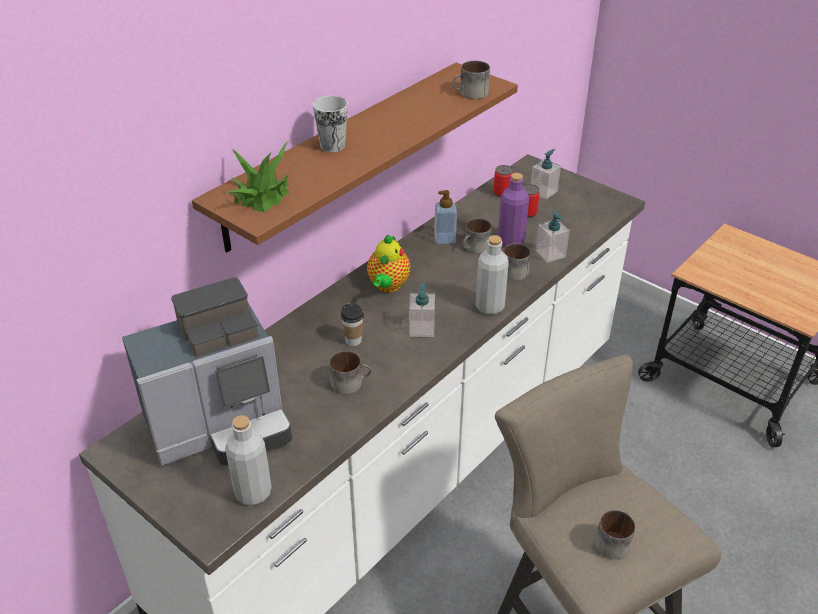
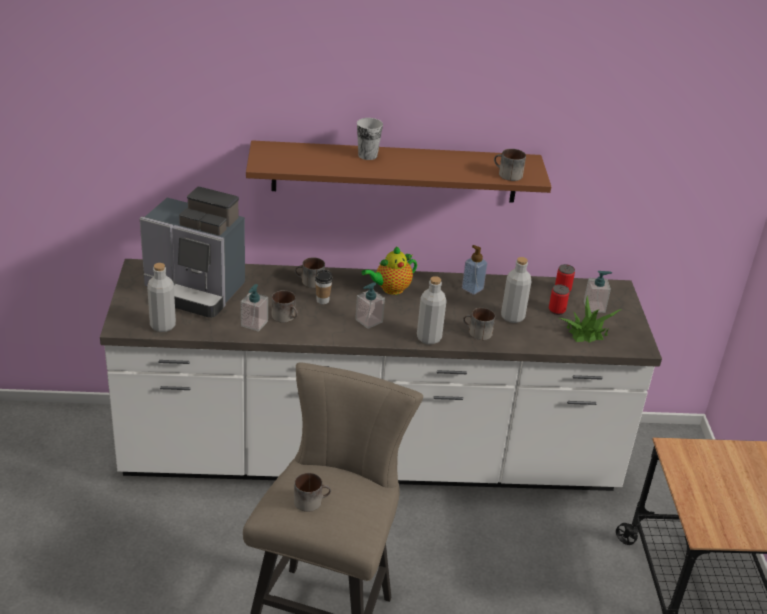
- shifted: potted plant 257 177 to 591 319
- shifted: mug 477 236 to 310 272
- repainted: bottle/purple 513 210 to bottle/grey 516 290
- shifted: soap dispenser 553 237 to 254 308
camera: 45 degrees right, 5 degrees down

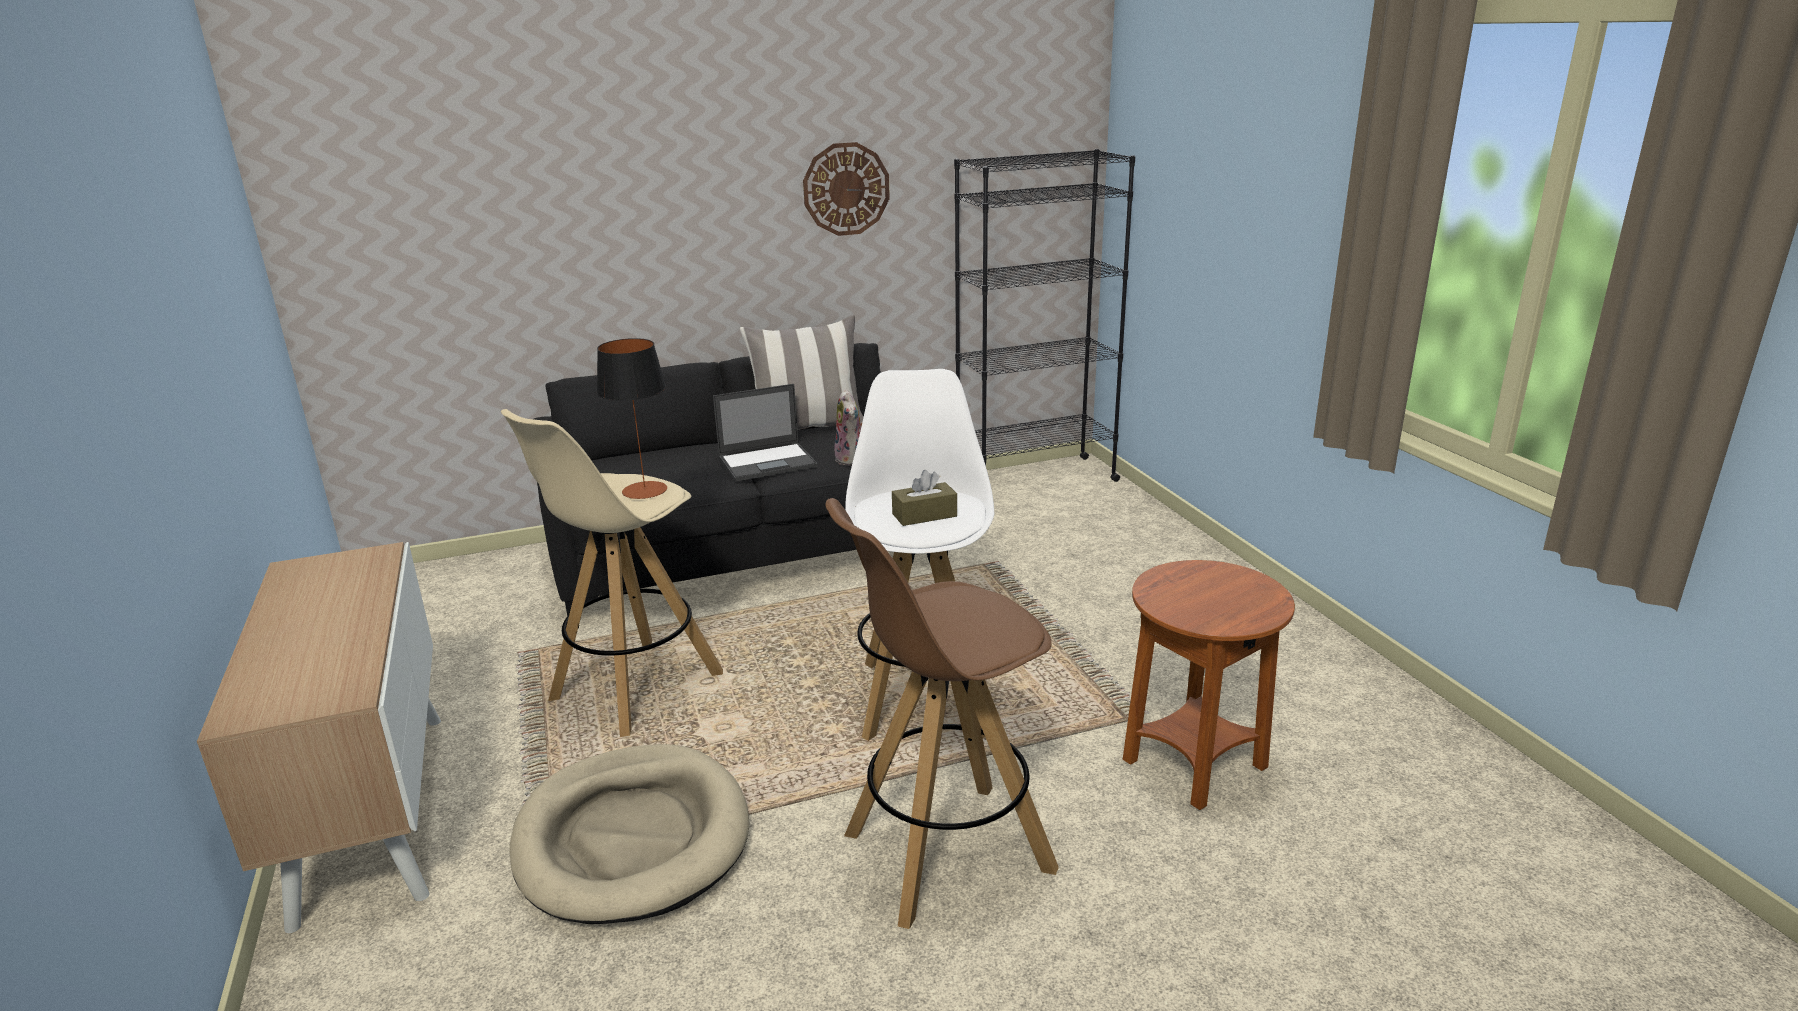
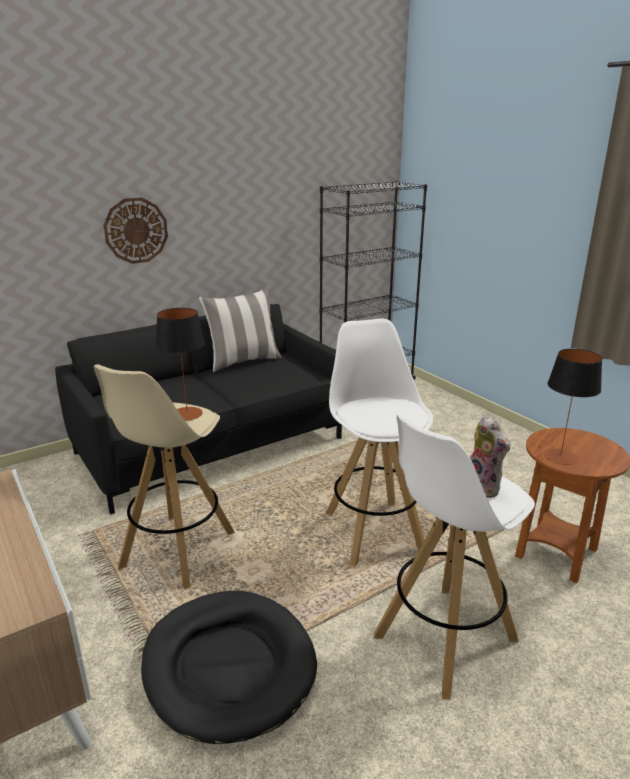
- repainted: dog bed/beige 629 834 to dog bed/black 229 667
- gone: laptop 765 432
- shifted: wall clock 846 189 to 135 230
- repainted: stool/brown 942 713 to stool/white 454 557
- shifted: plush toy 848 427 to 490 456
- gone: tissue box/brown 924 498
- new: table lamp 573 407
camera: 15 degrees left, 0 degrees up

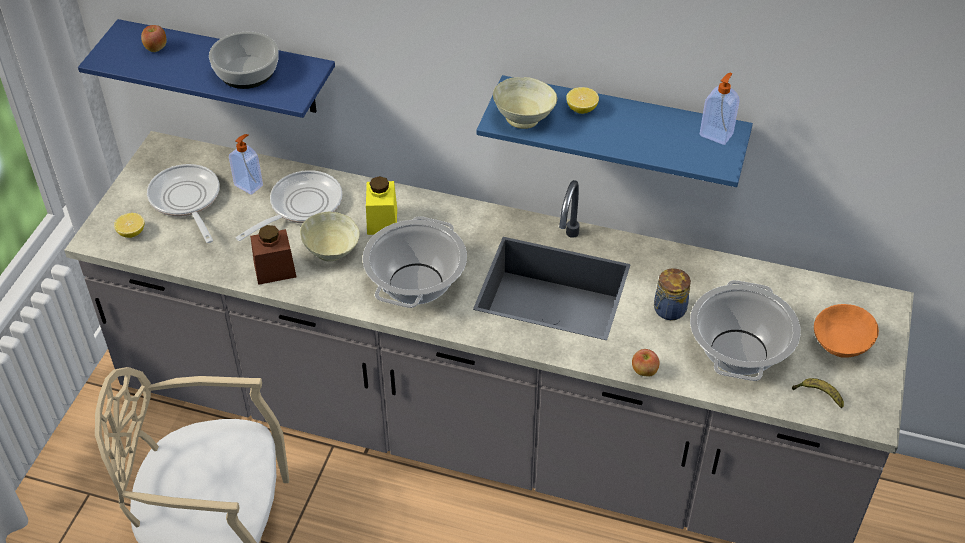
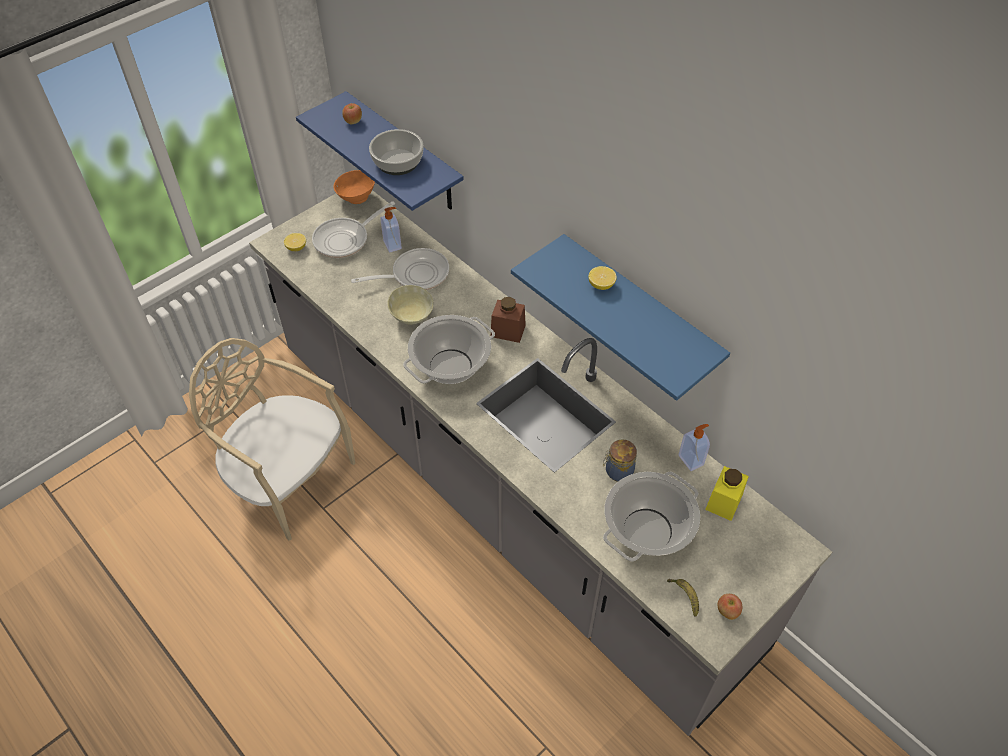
- rotated: frying pan 183 203 = 353 229 135 degrees counterclockwise
- shifted: jar/brown 273 255 to 508 320
- shifted: jar/yellow 381 205 to 727 493
- gone: bowl/beige 525 103
- shifted: apple 646 363 to 730 607
- shifted: soap dispenser 720 109 to 694 447
- shifted: bowl/orange 846 331 to 354 187
camera: 30 degrees right, 5 degrees up

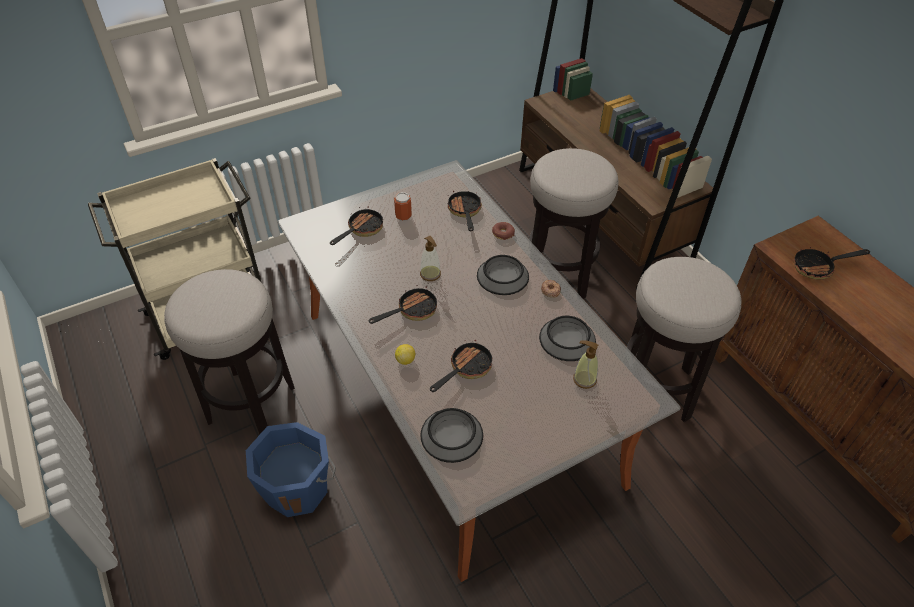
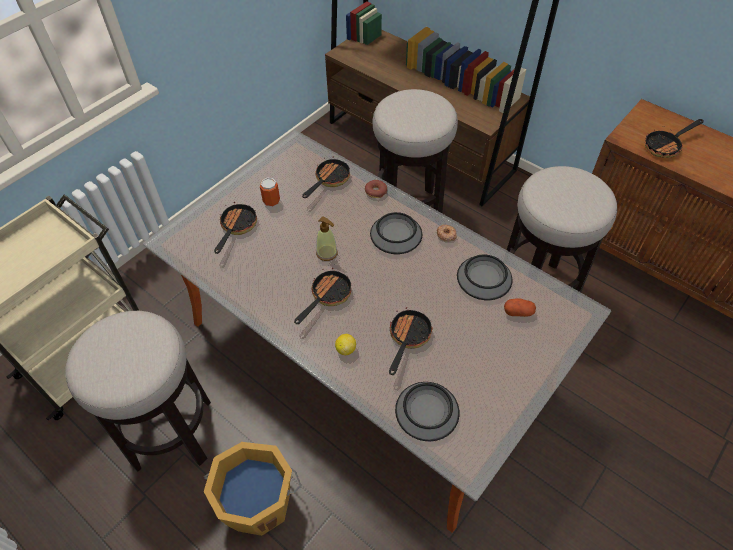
- repainted: bucket/blue 291 469 to bucket/orange 252 489
- rotated: frying pan 465 211 = 326 177 60 degrees clockwise
- swapped: soap dispenser 585 364 to potato 520 307
camera: 20 degrees left, 5 degrees up

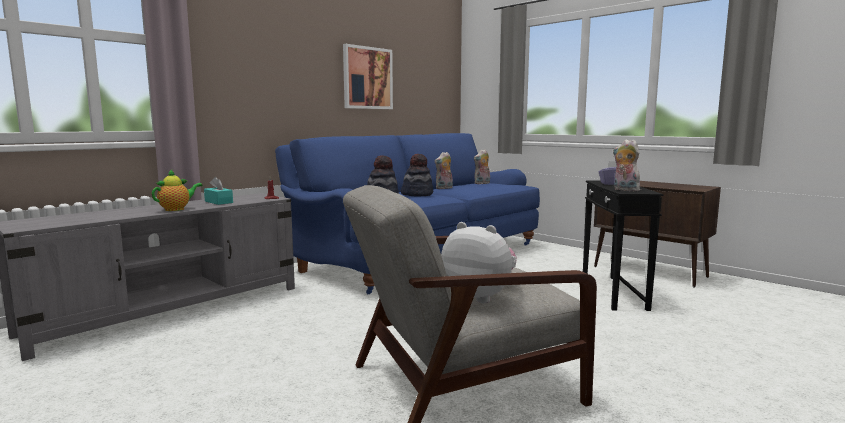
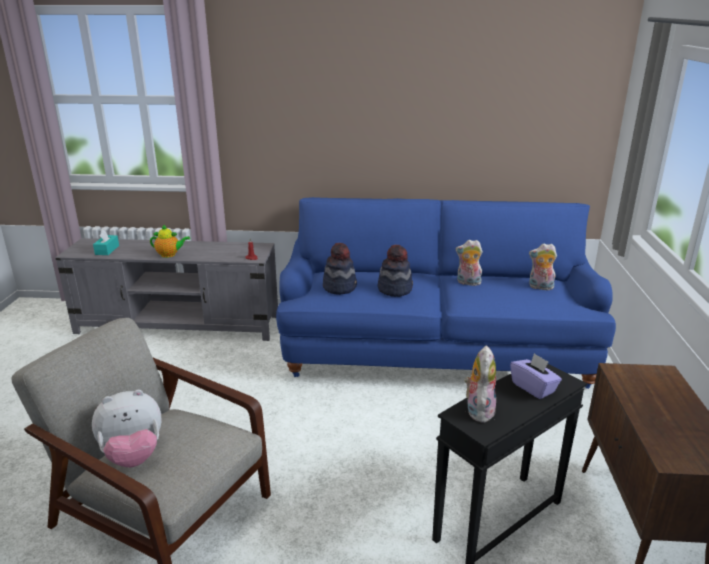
- shifted: tissue box/turquoise 218 191 to 106 242
- gone: picture 368 76
- rotated: plush toy 479 262 = 126 428 75 degrees clockwise
camera: 50 degrees right, 15 degrees up

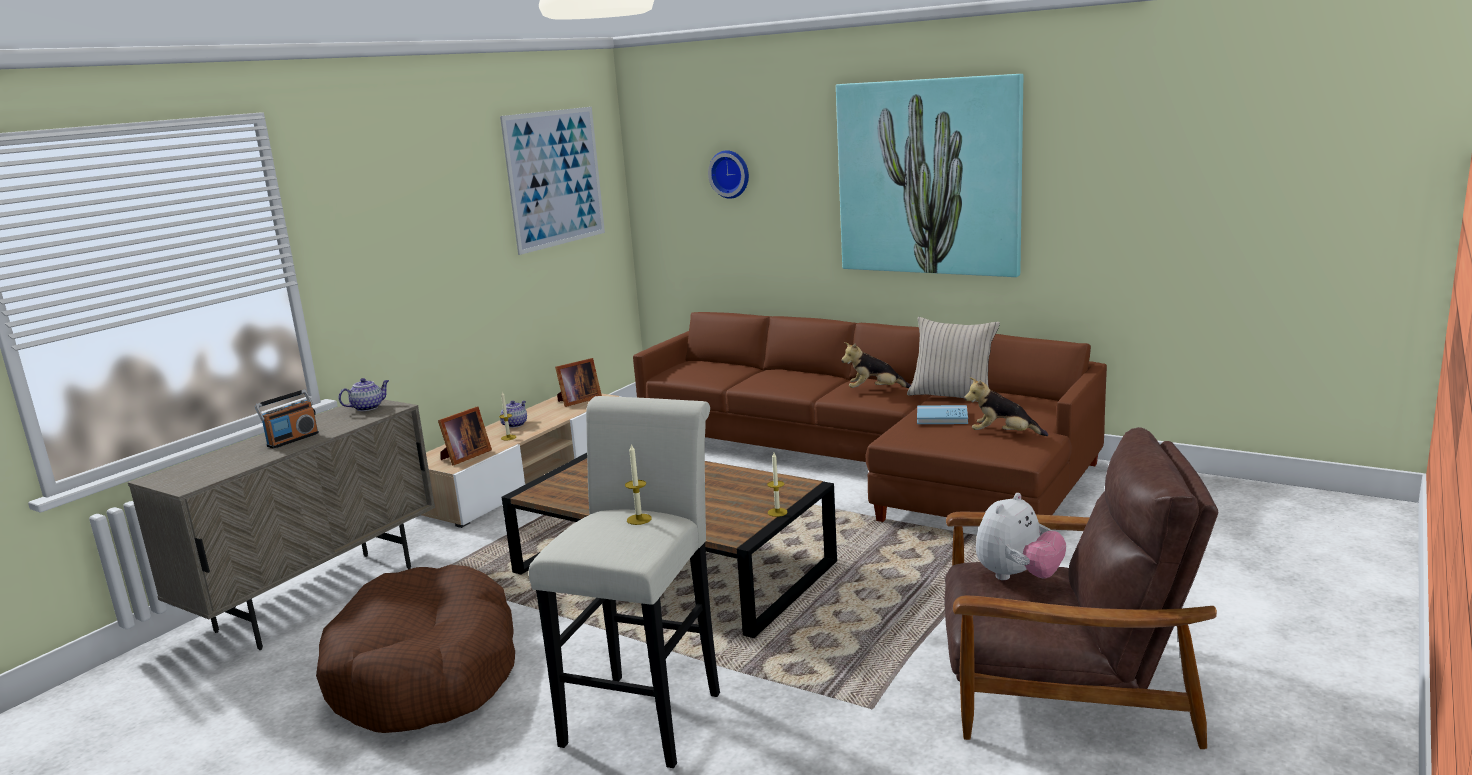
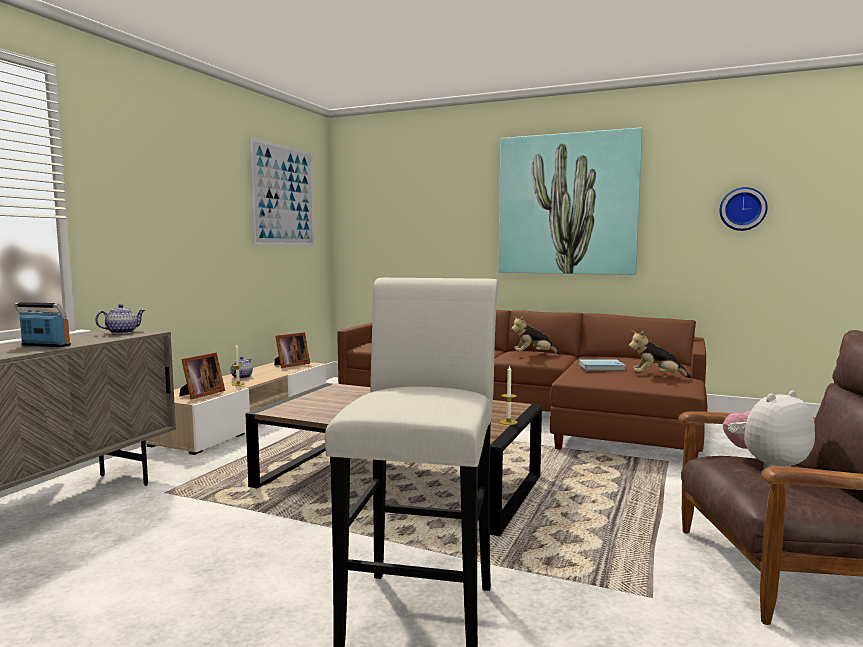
- rotated: radio 287 419 = 42 324 105 degrees counterclockwise
- gone: dog bed/brown 415 649
- gone: candle 638 484
- shifted: wall clock 728 174 to 743 209
- gone: pillow/beige 953 359
- rotated: plush toy 1021 536 = 769 429 150 degrees counterclockwise
camera: 10 degrees left, 10 degrees down

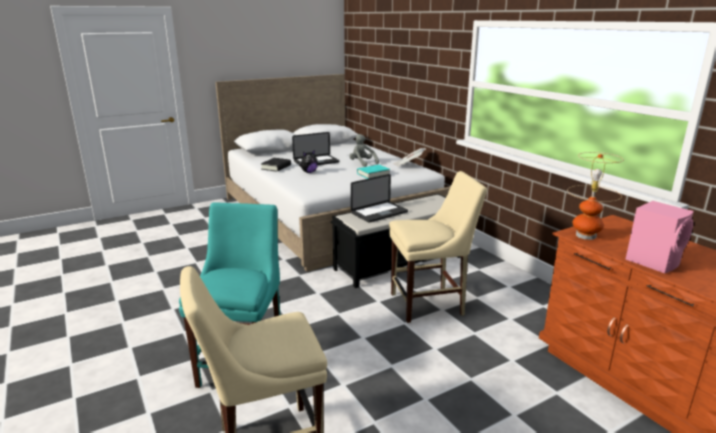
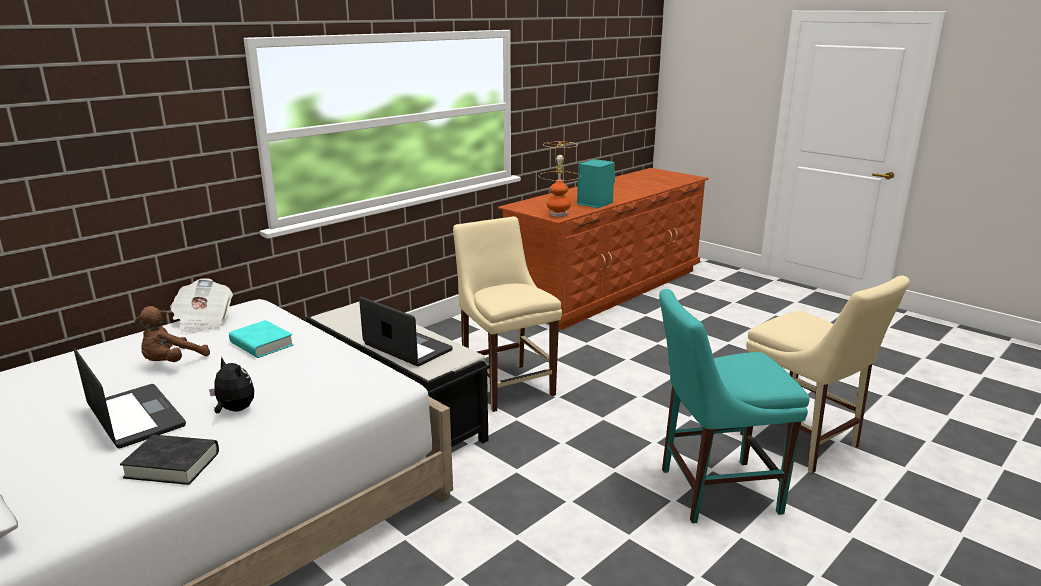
- repainted: plush toy/grey 364 150 to plush toy/brown 172 334
- repainted: speaker/pink 660 237 to speaker/turquoise 596 183
camera: 105 degrees left, 0 degrees up

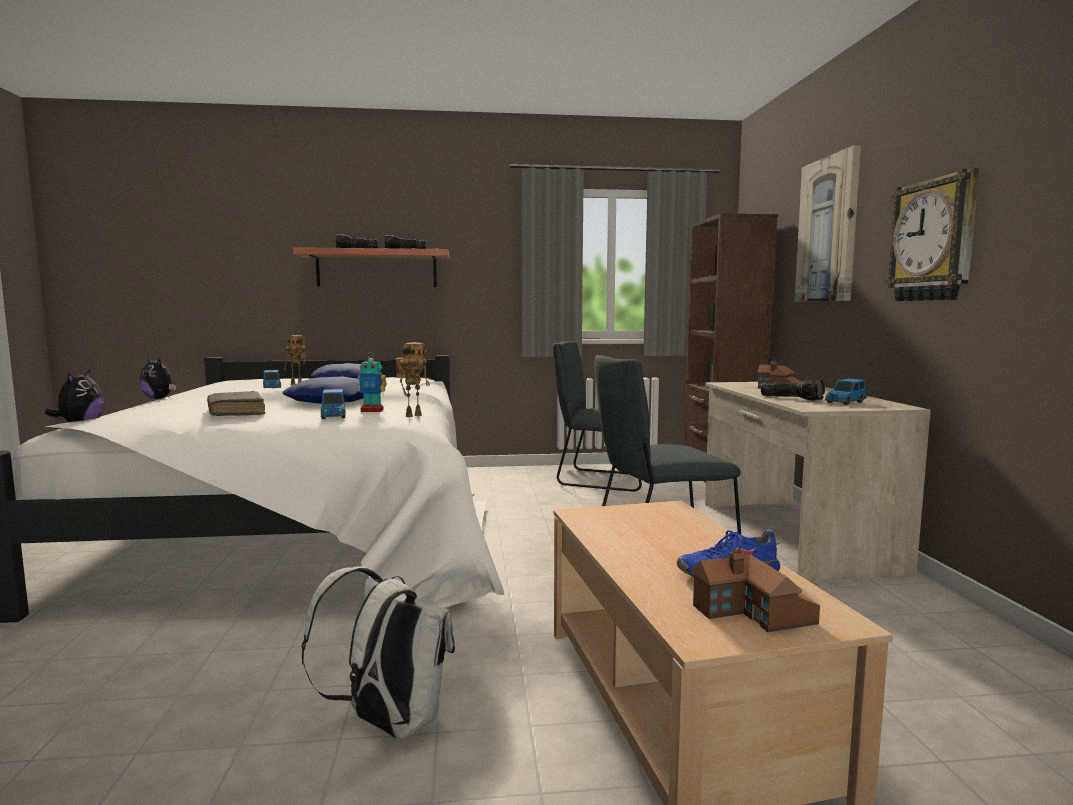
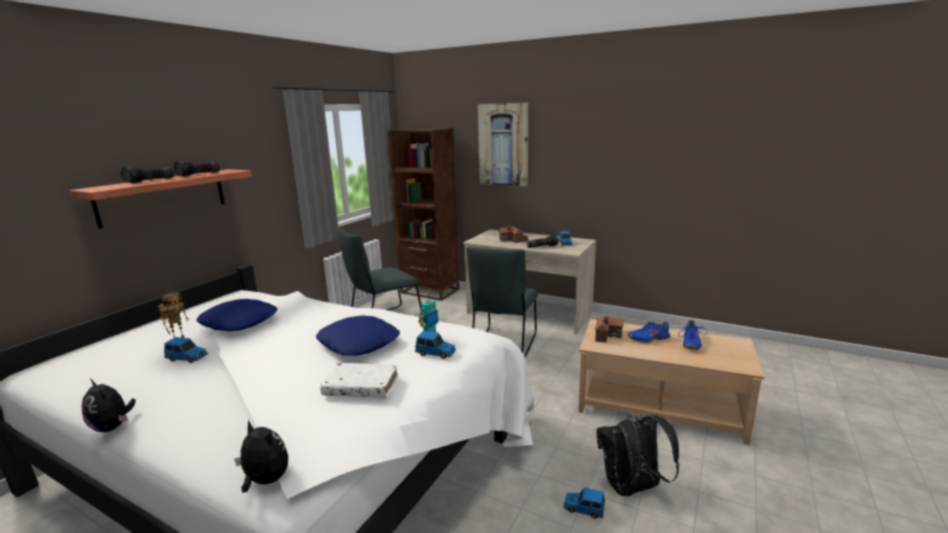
- rotated: plush toy 158 378 = 108 405 60 degrees clockwise
- repainted: book/brown 236 403 to book/white 359 380
- repainted: backpack/white 378 653 to backpack/black 638 456
- gone: toy robot 412 379
- shifted: toy house 755 590 to 609 329
- gone: wall clock 932 234
- new: toy car 584 503
- new: shoe/blue 649 332
camera: 55 degrees left, 10 degrees up

